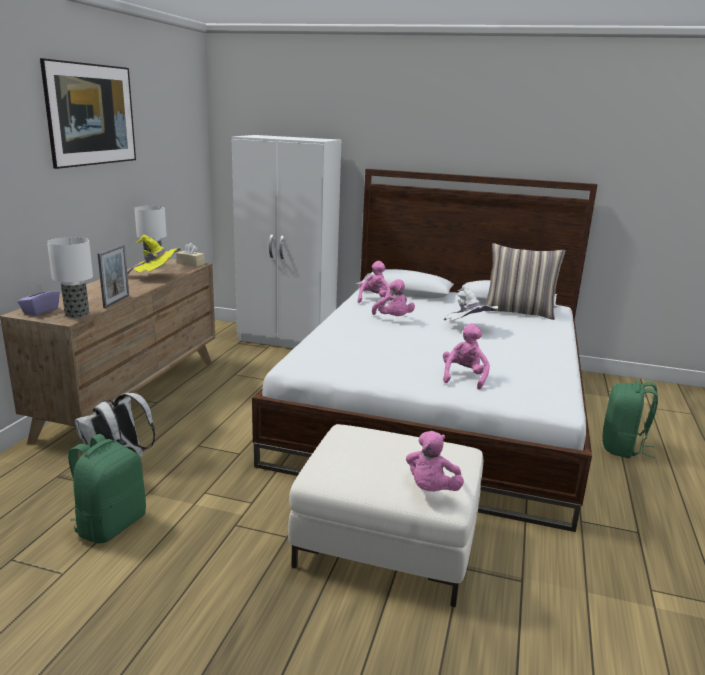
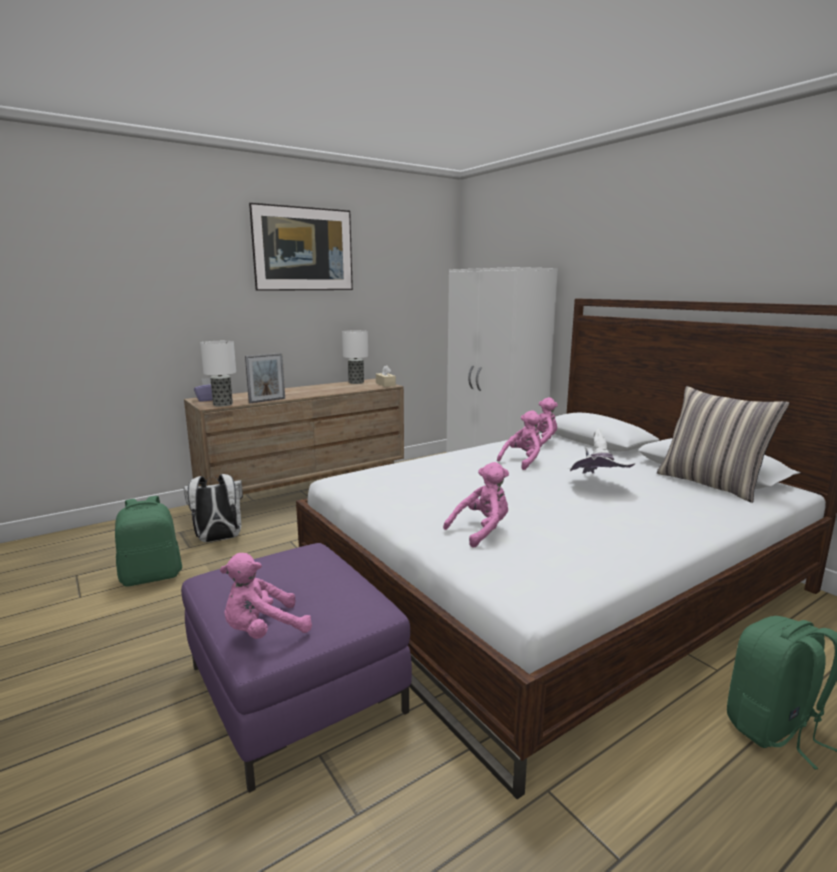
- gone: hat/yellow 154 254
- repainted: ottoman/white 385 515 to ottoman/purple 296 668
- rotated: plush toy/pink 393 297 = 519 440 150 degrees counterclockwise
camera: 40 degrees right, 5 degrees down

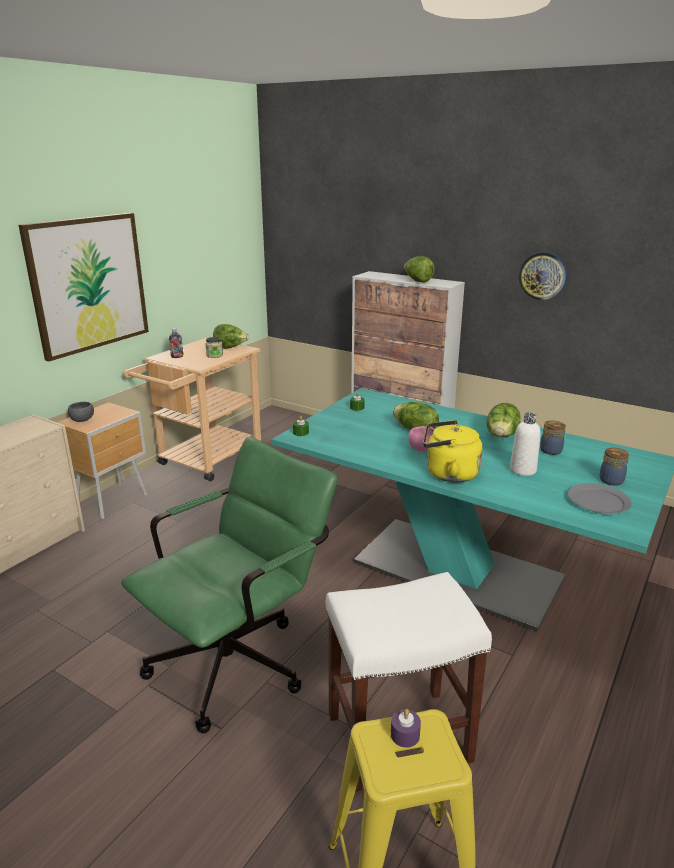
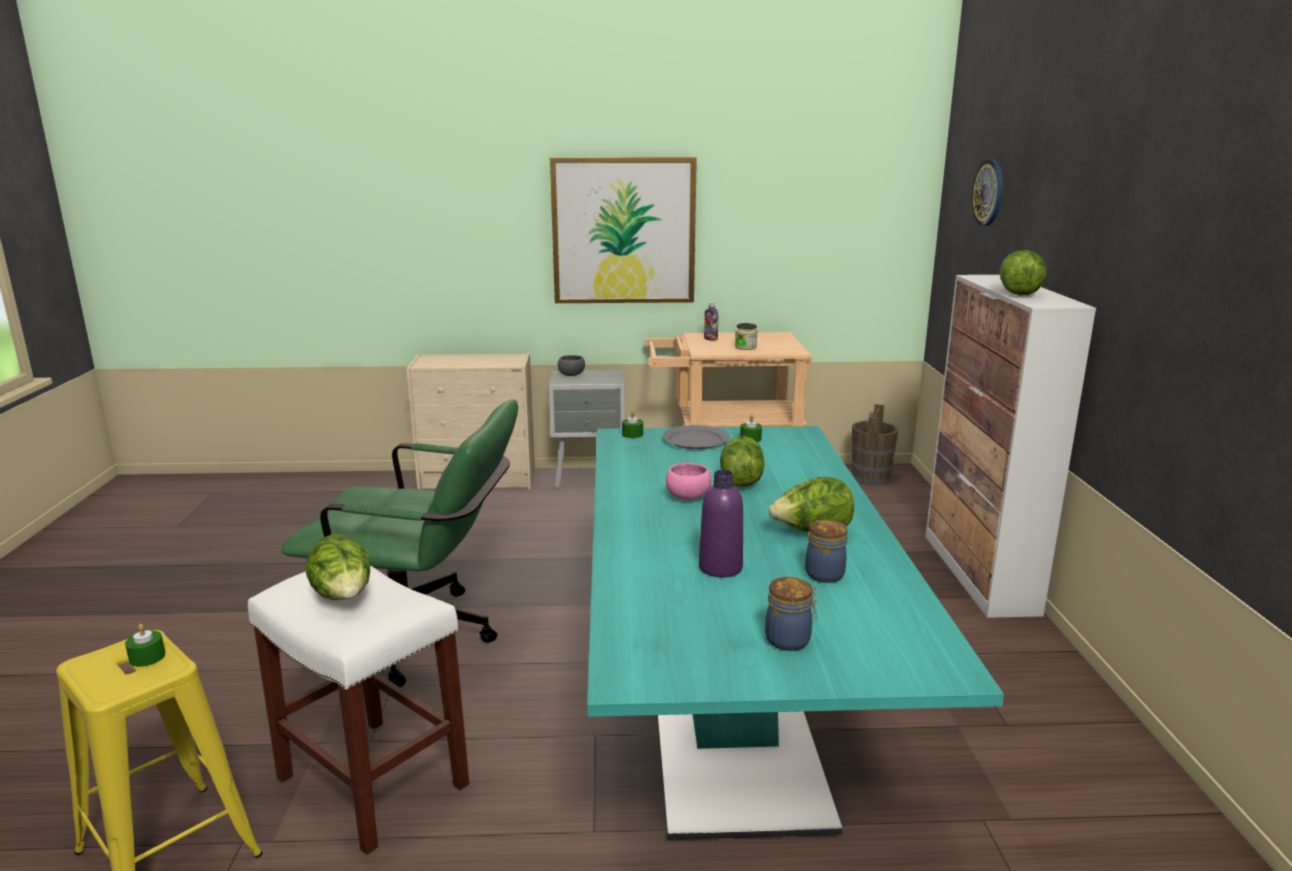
- repainted: nightstand/brown 102 461 to nightstand/grey 587 429
- shifted: lettuce 231 336 to 338 567
- repainted: candle/purple 406 728 to candle/green 145 645
- gone: kettle/yellow 453 451
- repainted: bottle/white 525 444 to bottle/purple 721 523
- shifted: wall clock 542 276 to 987 192
- shifted: plate/grey 600 498 to 696 437
- new: bucket/brown 874 444
camera: 55 degrees right, 5 degrees down

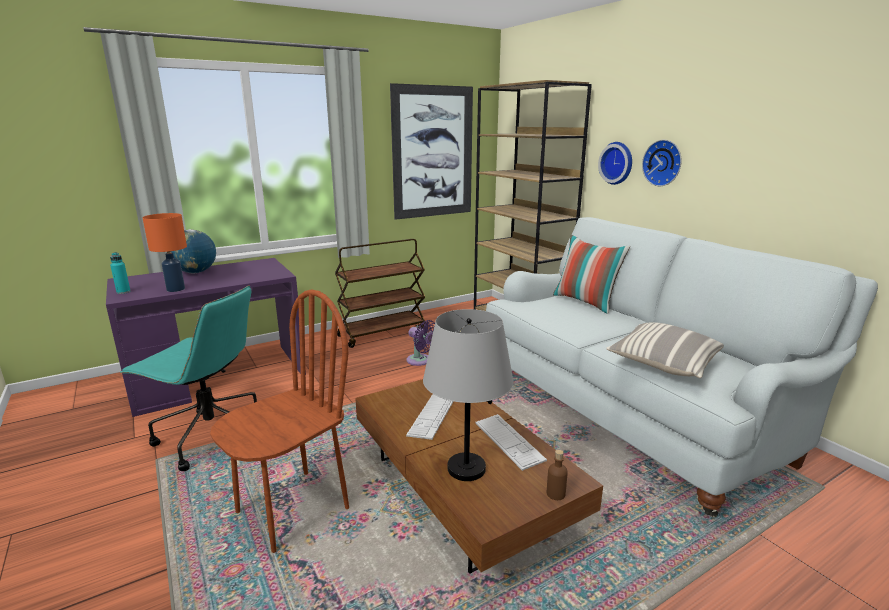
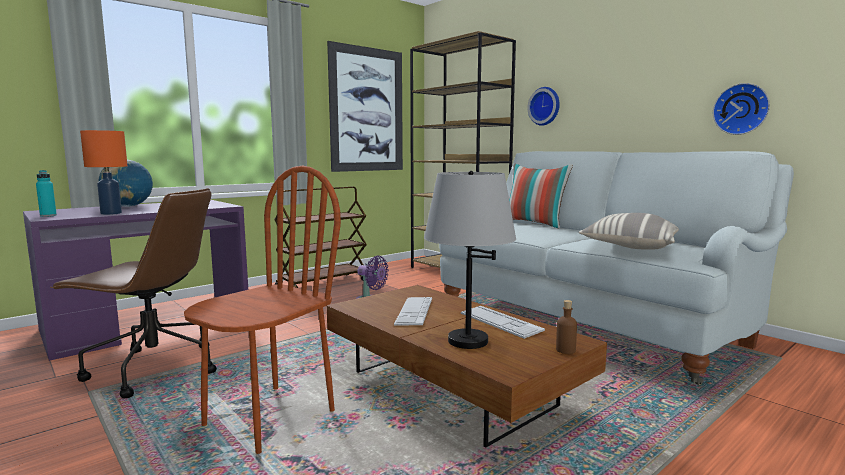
- repainted: office chair/turquoise 188 378 to office chair/brown 133 293
- shifted: wall clock 662 163 to 741 109
camera: 10 degrees left, 10 degrees down

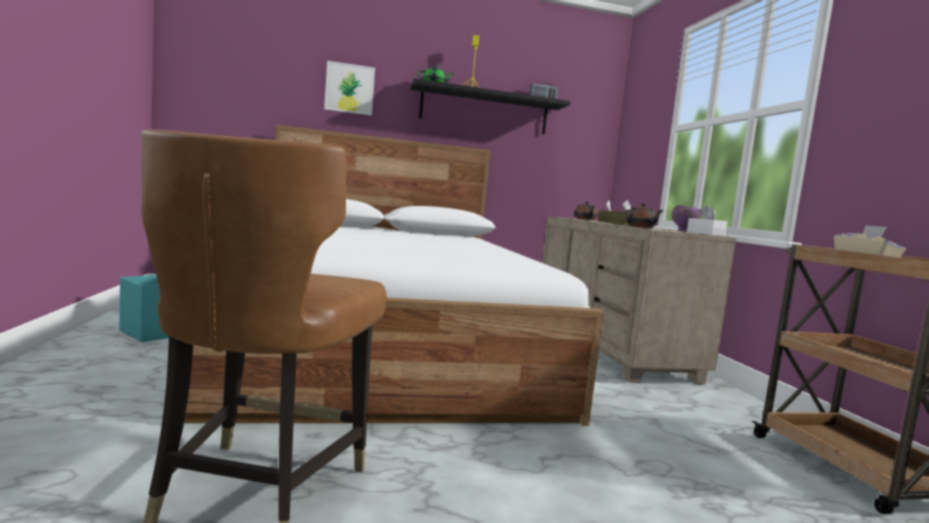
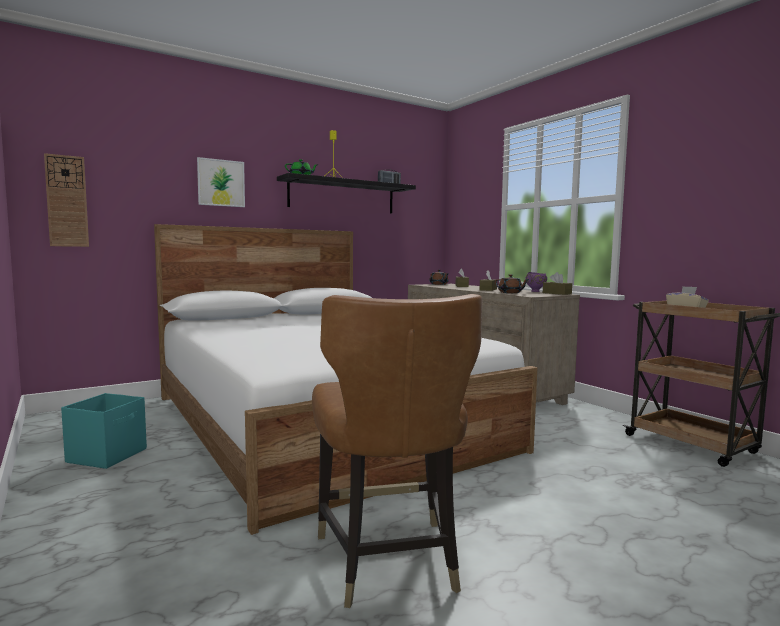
- repainted: tissue box/white 707 220 to tissue box/brown 557 283
- new: wall clock 66 200
camera: 20 degrees left, 0 degrees up

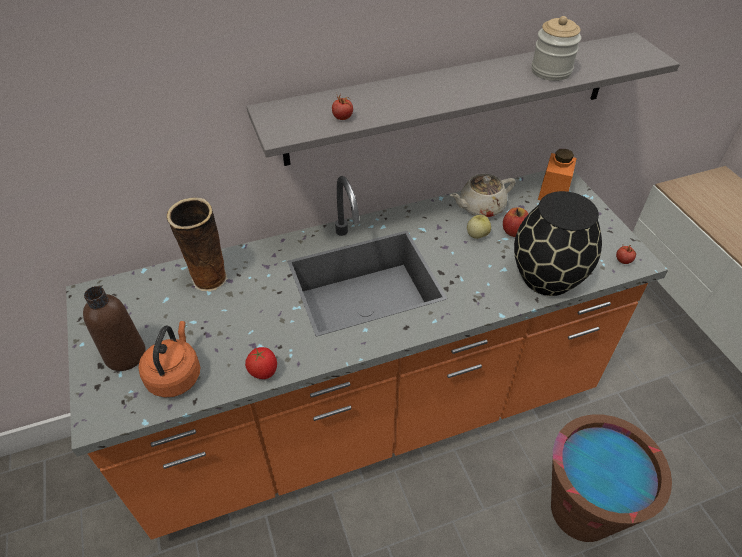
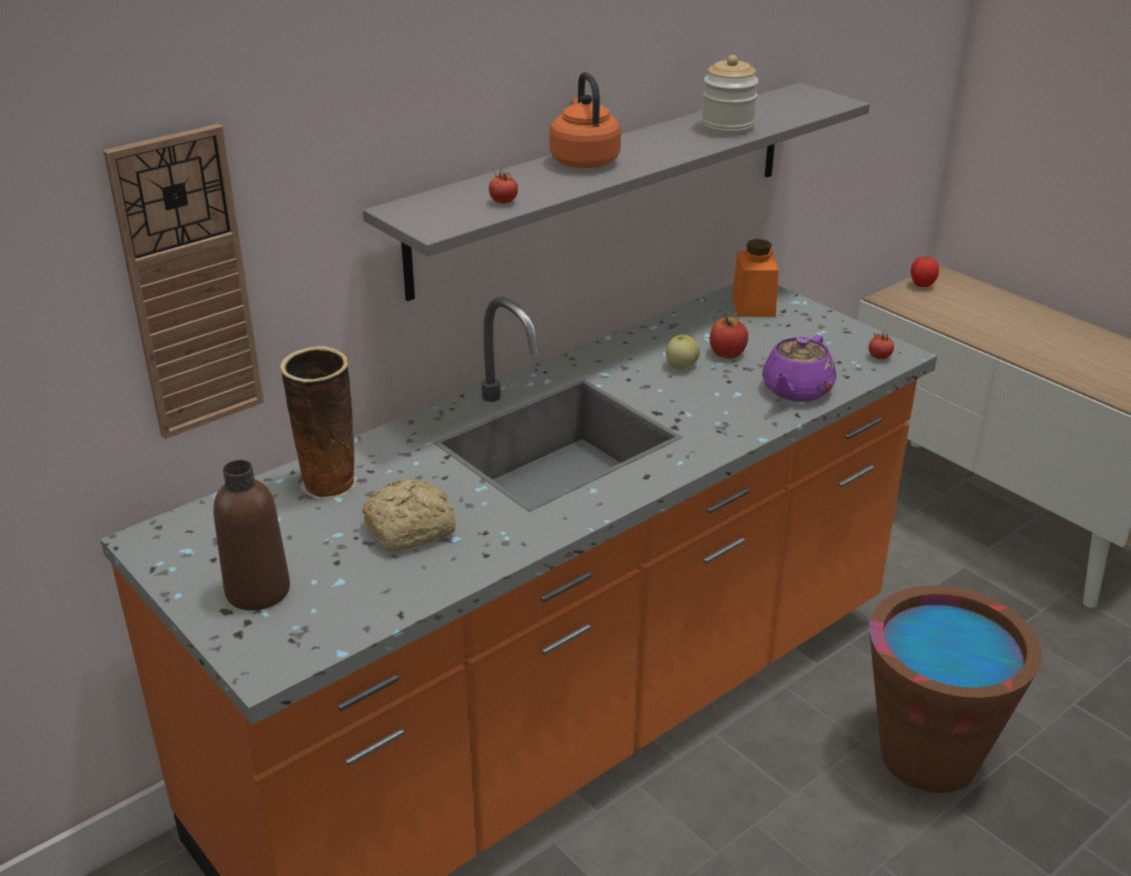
- shifted: kettle/orange 169 359 to 585 120
- shifted: tomato 261 363 to 925 271
- gone: teapot/beige 483 195
- swapped: vase/black 558 243 to teapot/purple 799 368
- new: wall clock 183 281
- new: bread 409 515
camera: 20 degrees left, 15 degrees down

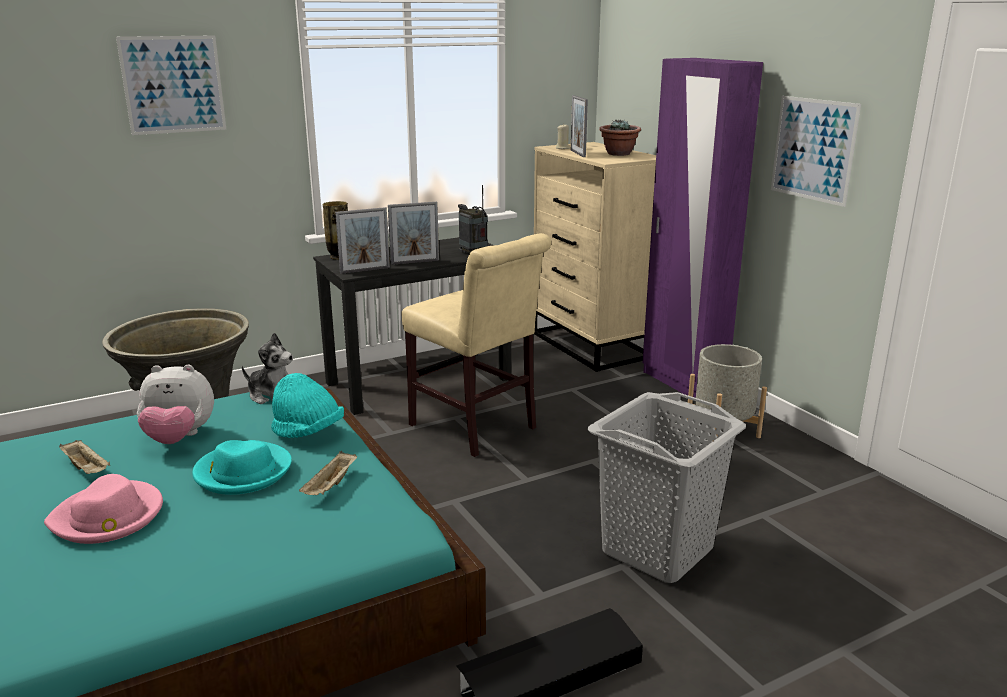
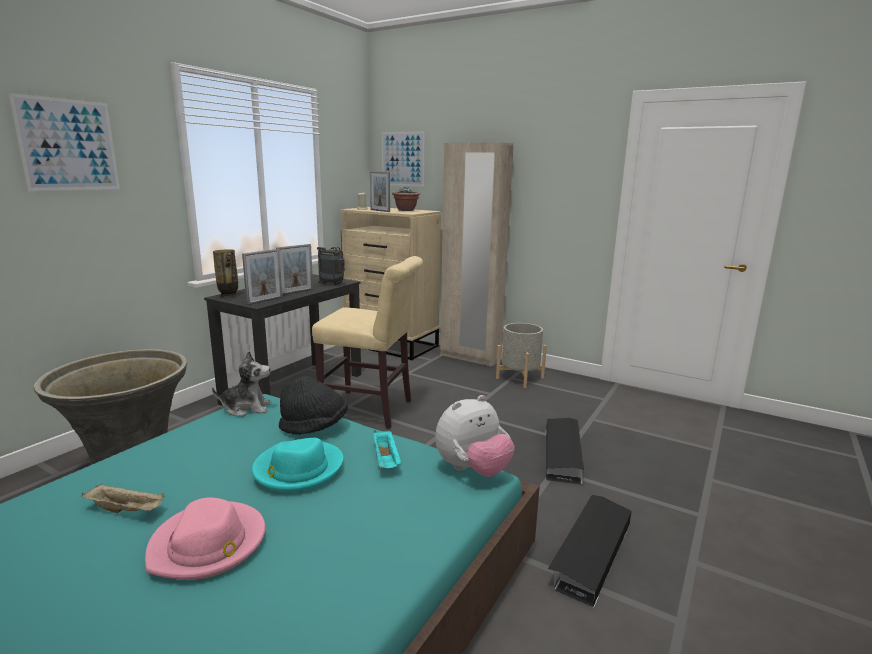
- shifted: plush toy 175 404 to 475 436
- repainted: hat/turquoise 307 405 to hat/black 313 405
- repainted: tray/beige 328 473 to tray/turquoise 387 449
- swapped: laundry basket/grey 667 487 to storage box/black 565 451
- repainted: wardrobe/purple 703 228 to wardrobe/beige 477 254
- shifted: picture 816 151 to 403 158
camera: 30 degrees left, 5 degrees down

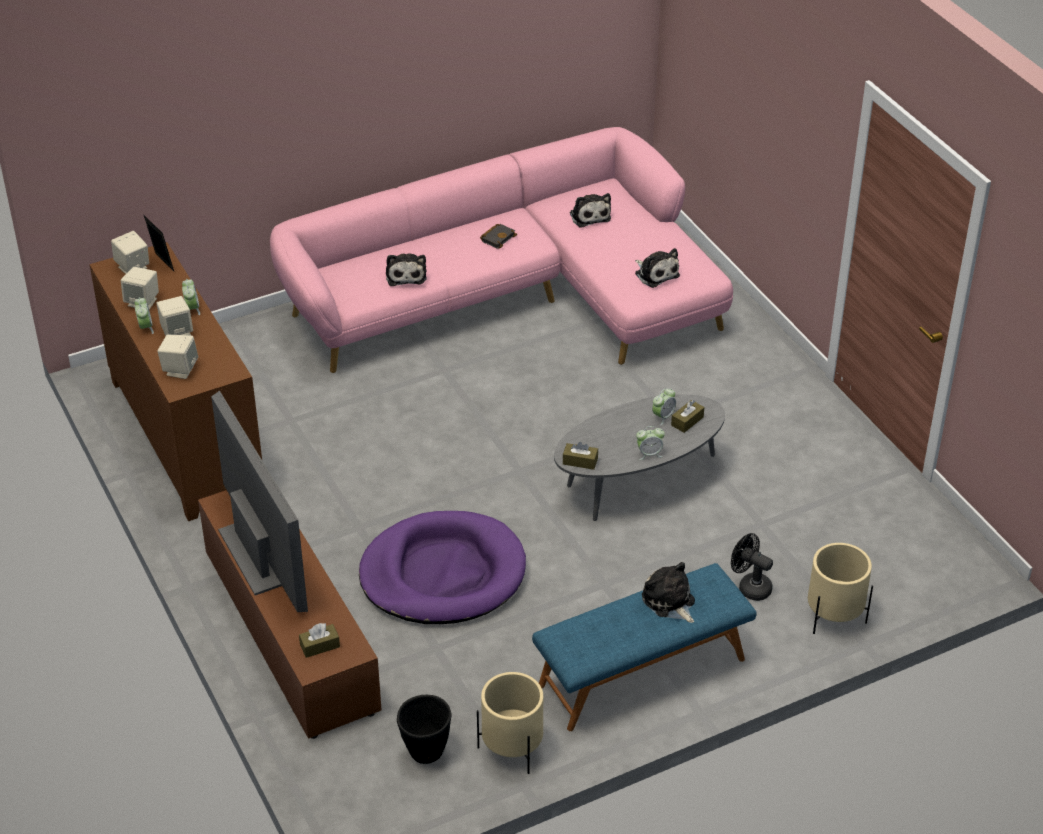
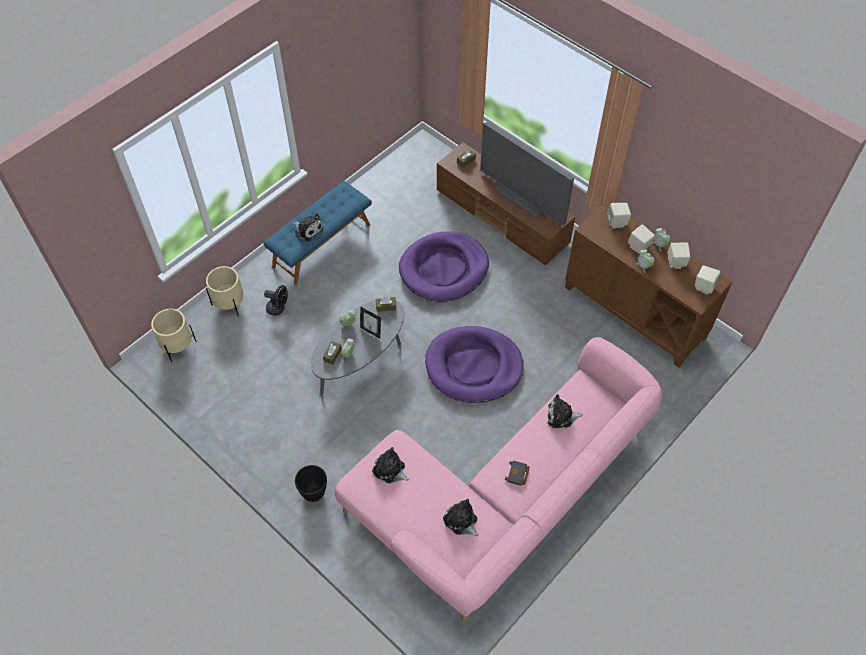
- shifted: picture frame 159 243 to 370 323
- rotated: plush toy 406 270 = 565 411 60 degrees counterclockwise
- shifted: planter/black 424 729 to 311 483
- shifted: planter/beige 510 723 to 174 335
- new: dog bed/purple 474 364
camera: 160 degrees right, 15 degrees up

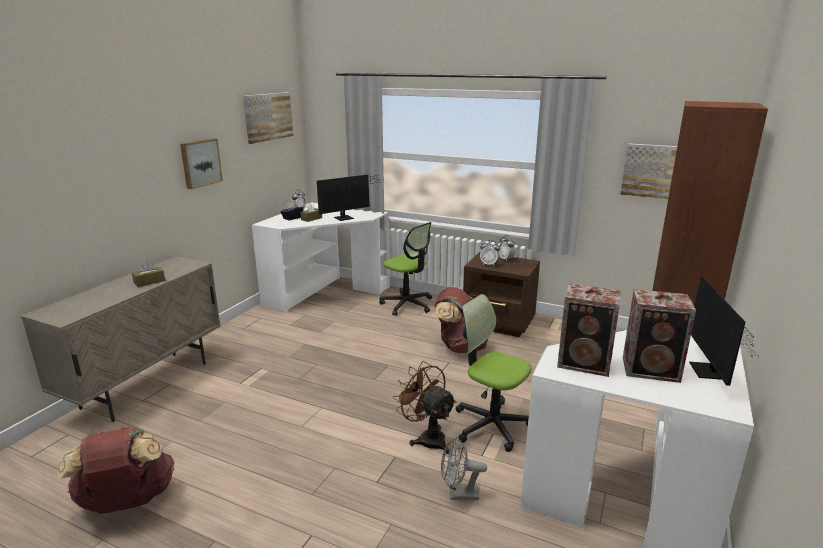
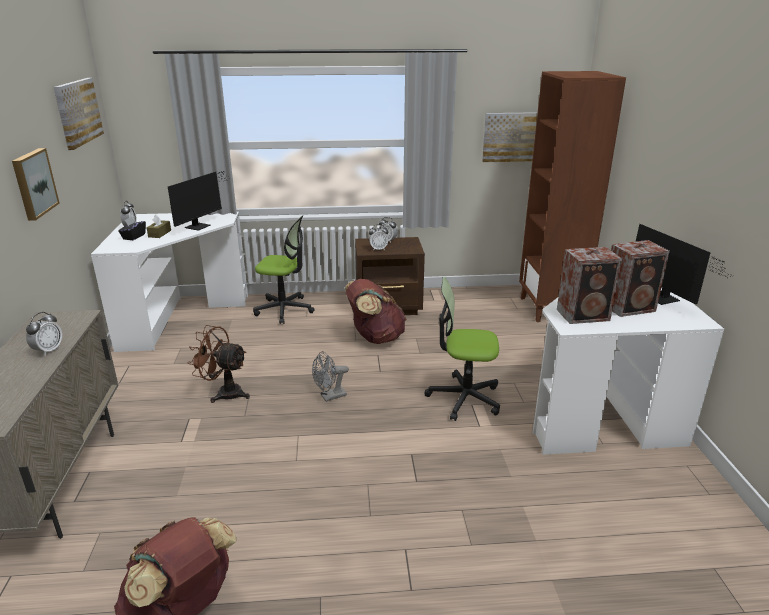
- swapped: tissue box/brown 148 274 to alarm clock 44 334
- shifted: fan/brown 425 407 to 218 364
- shifted: fan/grey 464 468 to 330 376
camera: 30 degrees left, 5 degrees up

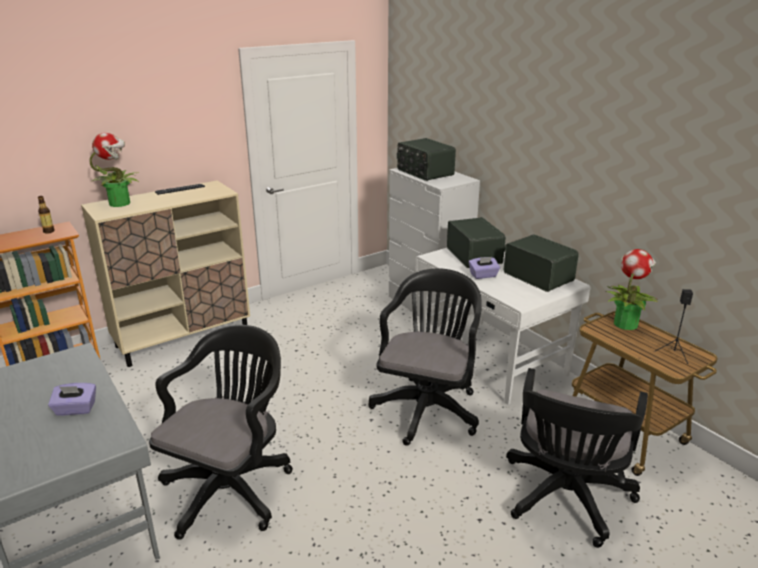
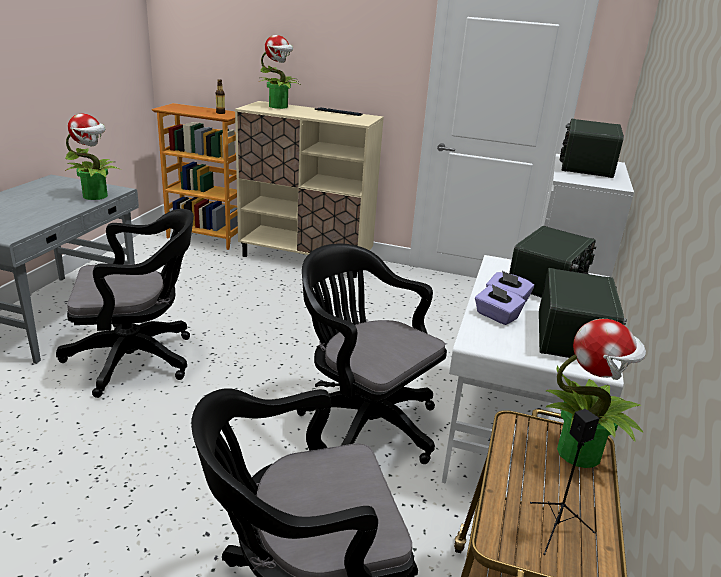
- shifted: tissue box/purple 72 399 to 500 304
- rotated: office chair/black 425 357 = 371 353 120 degrees counterclockwise
- new: potted plant 93 156
camera: 50 degrees right, 0 degrees up

